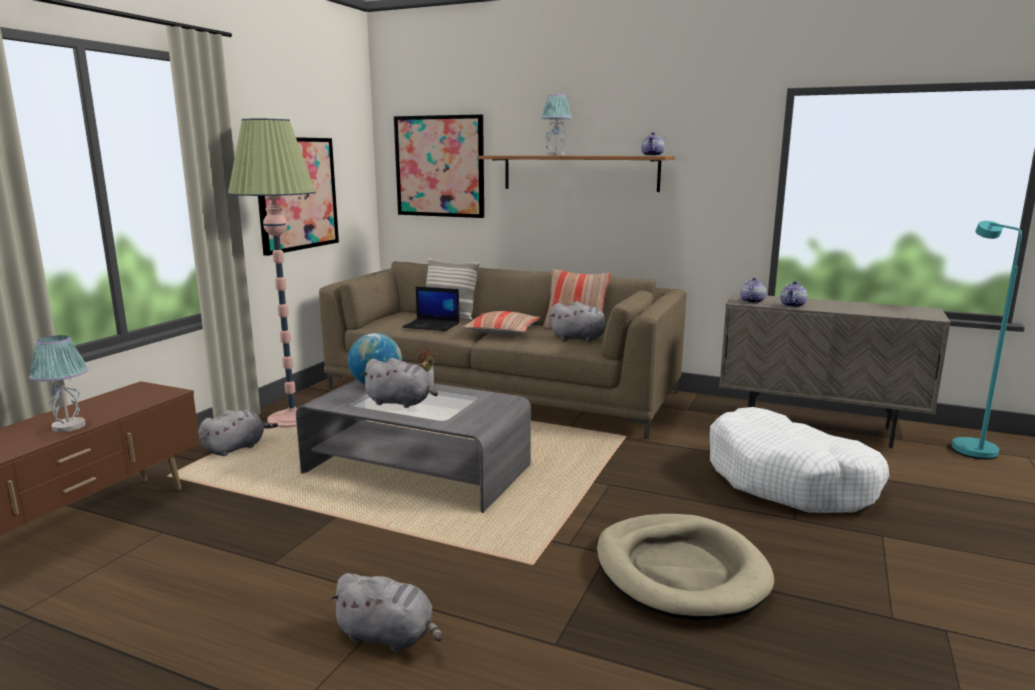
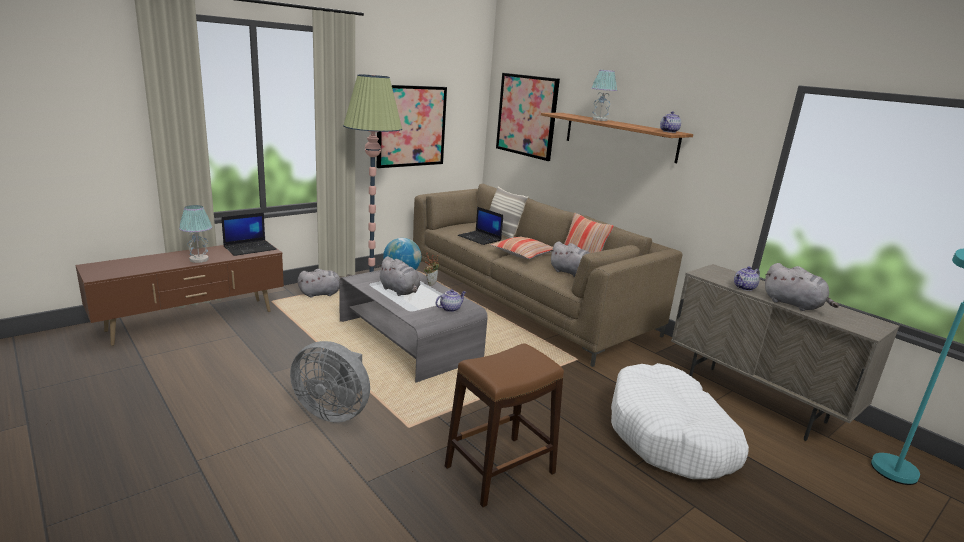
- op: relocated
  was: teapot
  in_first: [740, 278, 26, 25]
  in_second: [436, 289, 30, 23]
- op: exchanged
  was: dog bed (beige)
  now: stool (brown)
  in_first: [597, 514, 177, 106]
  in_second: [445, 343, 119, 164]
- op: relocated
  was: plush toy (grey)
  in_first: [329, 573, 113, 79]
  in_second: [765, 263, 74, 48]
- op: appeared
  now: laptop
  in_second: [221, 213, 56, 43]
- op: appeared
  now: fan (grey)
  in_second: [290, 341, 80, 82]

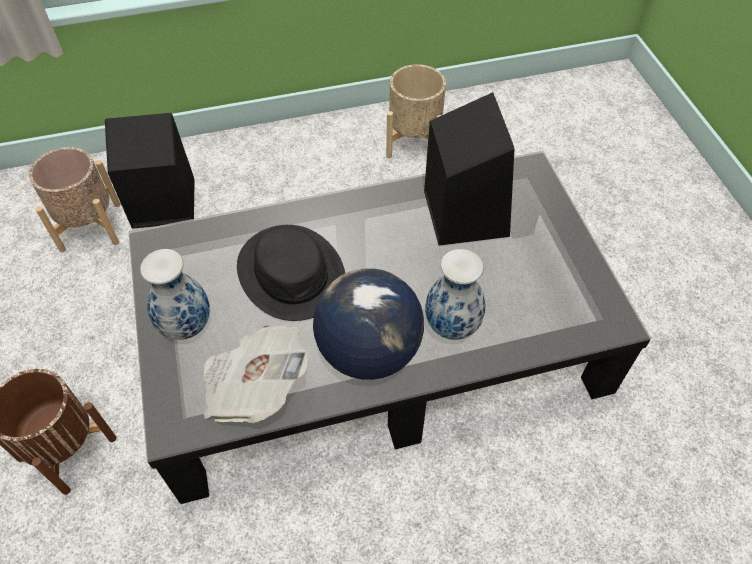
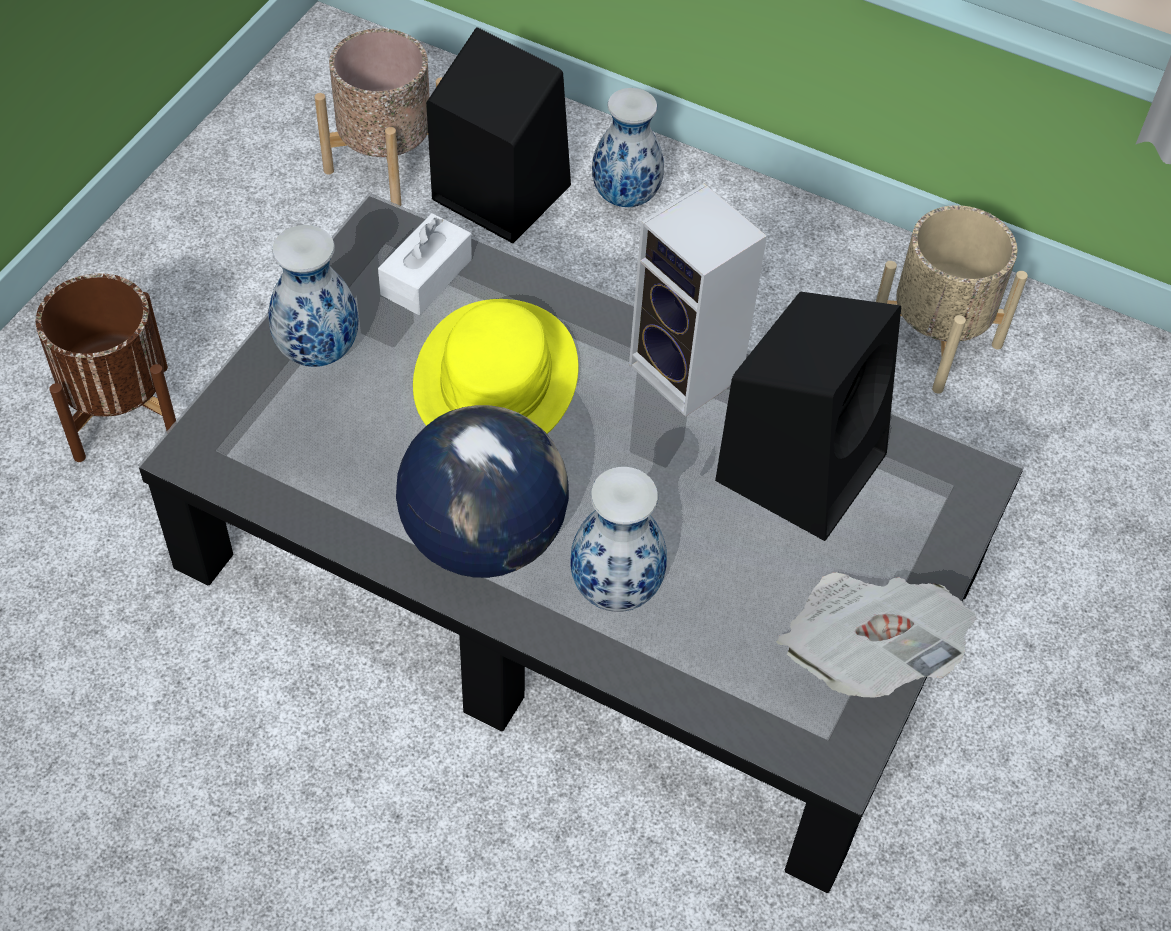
- op: colour
  was: hat (black)
  now: hat (yellow)
  in_first: [237, 225, 108, 96]
  in_second: [413, 299, 166, 135]
- op: relocated
  was: newspaper
  in_first: [204, 324, 104, 99]
  in_second: [776, 572, 201, 126]
- op: appeared
  now: vase
  in_second: [592, 88, 72, 119]
- op: appeared
  now: speaker
  in_second: [629, 184, 138, 233]
- op: appeared
  now: tissue box (white)
  in_second: [378, 213, 94, 102]

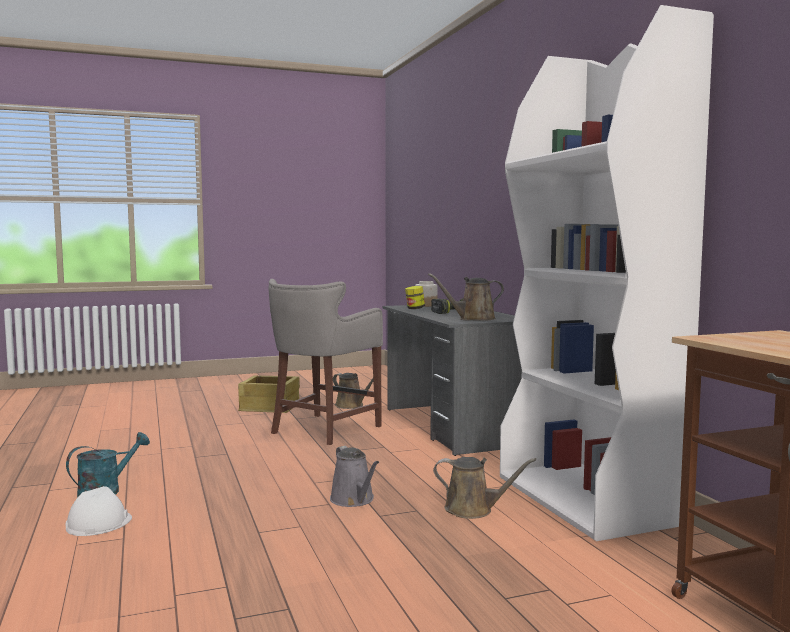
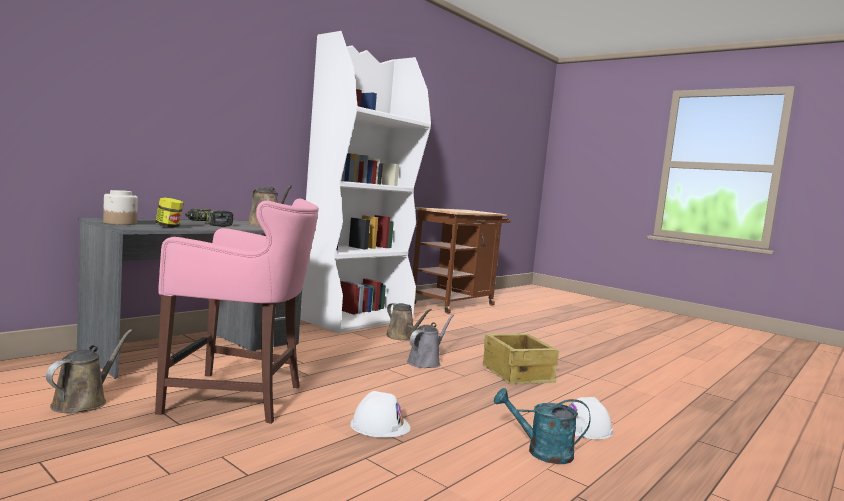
- op: colour
  was: stool (grey)
  now: stool (pink)
  in_first: [268, 279, 115, 166]
  in_second: [155, 199, 164, 225]
- op: relocated
  was: crate
  in_first: [238, 375, 62, 38]
  in_second: [483, 334, 76, 50]
- op: spun
  was: watering can (brown)
  in_first: [433, 457, 103, 62]
  in_second: [386, 303, 46, 38]
  clockwise: 150
- op: appeared
  now: hard hat (white)
  in_second: [350, 391, 61, 47]

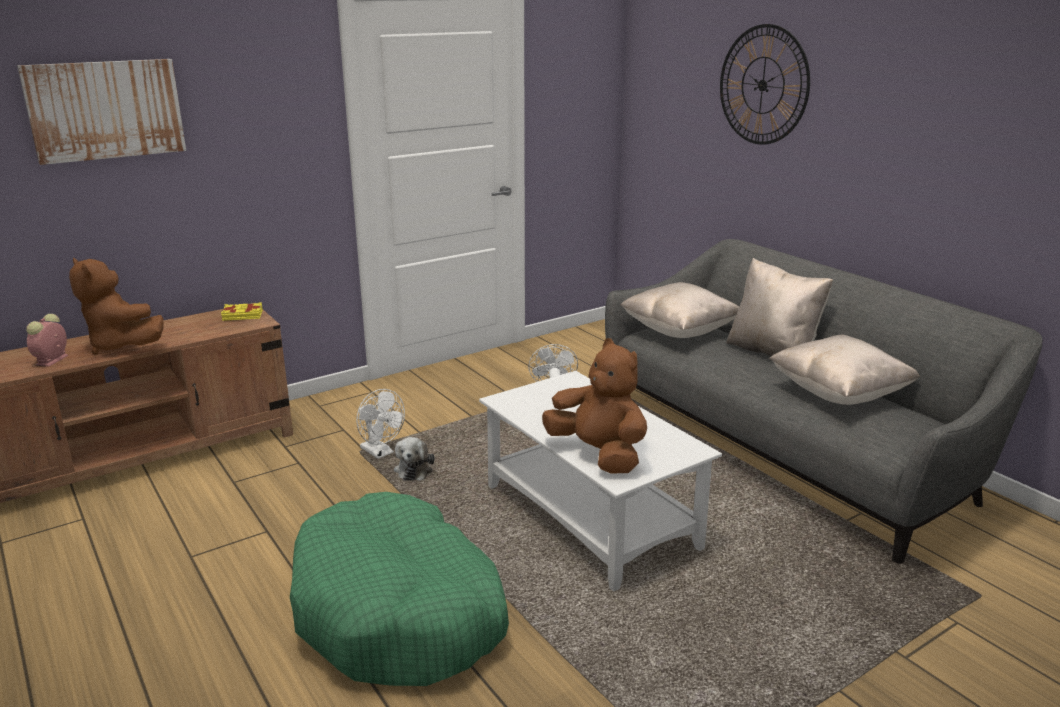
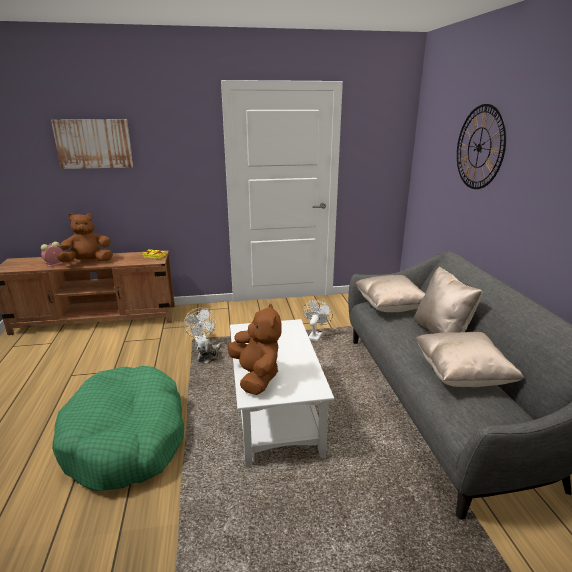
- op: spun
  was: plush toy (brown)
  in_first: [69, 258, 95, 97]
  in_second: [57, 213, 56, 49]
  clockwise: 90

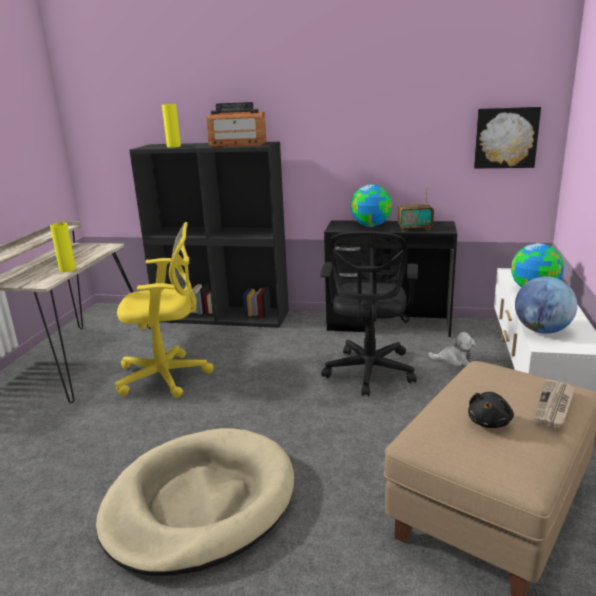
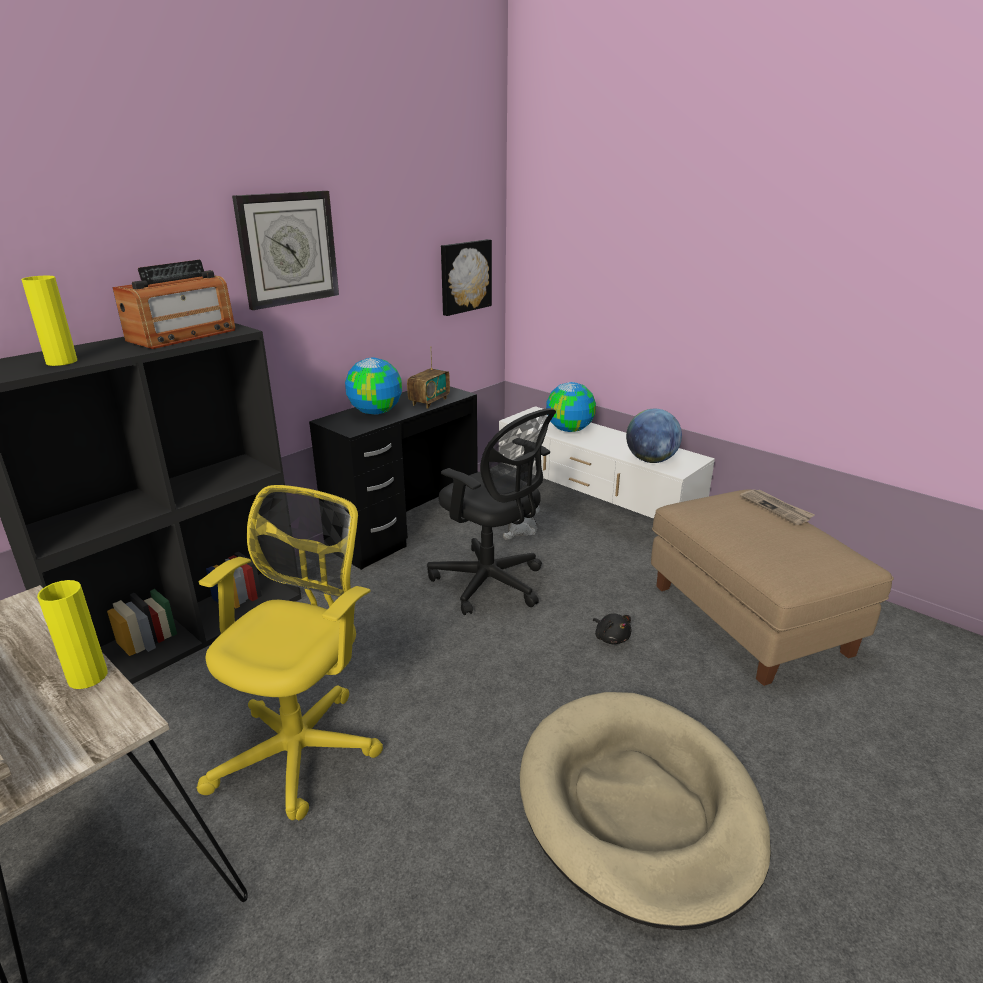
- op: relocated
  was: plush toy (black)
  in_first: [468, 392, 46, 36]
  in_second: [593, 613, 39, 31]
- op: appeared
  now: wall clock
  in_second: [232, 191, 107, 119]

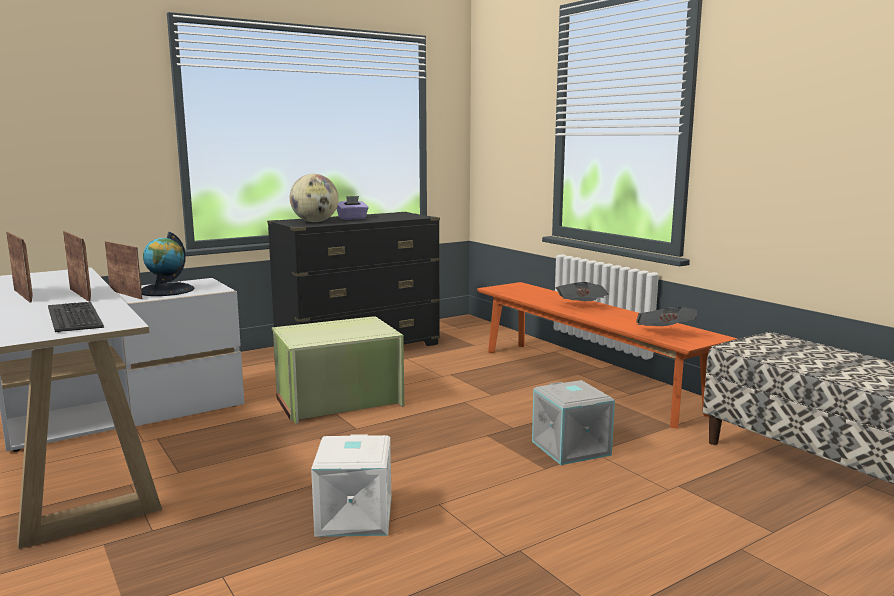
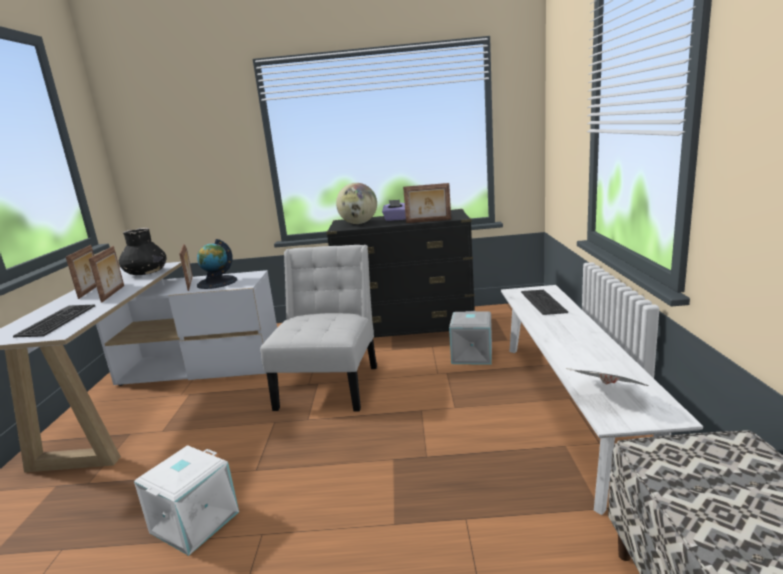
- op: colour
  was: bench (orange)
  now: bench (white)
  in_first: [477, 282, 260, 147]
  in_second: [501, 285, 202, 230]
- op: missing
  was: newspaper
  in_first: [555, 282, 54, 19]
- op: exchanged
  was: storage box (green)
  now: chair (white)
  in_first: [272, 316, 132, 108]
  in_second: [260, 245, 117, 166]
- op: relocated
  was: storage box (grey)
  in_first: [532, 380, 83, 85]
  in_second: [449, 311, 43, 54]
- op: appeared
  now: picture frame
  in_second: [403, 183, 48, 40]
- op: appeared
  now: vase (black)
  in_second: [119, 228, 48, 47]
- op: appeared
  now: keyboard
  in_second: [521, 290, 47, 25]

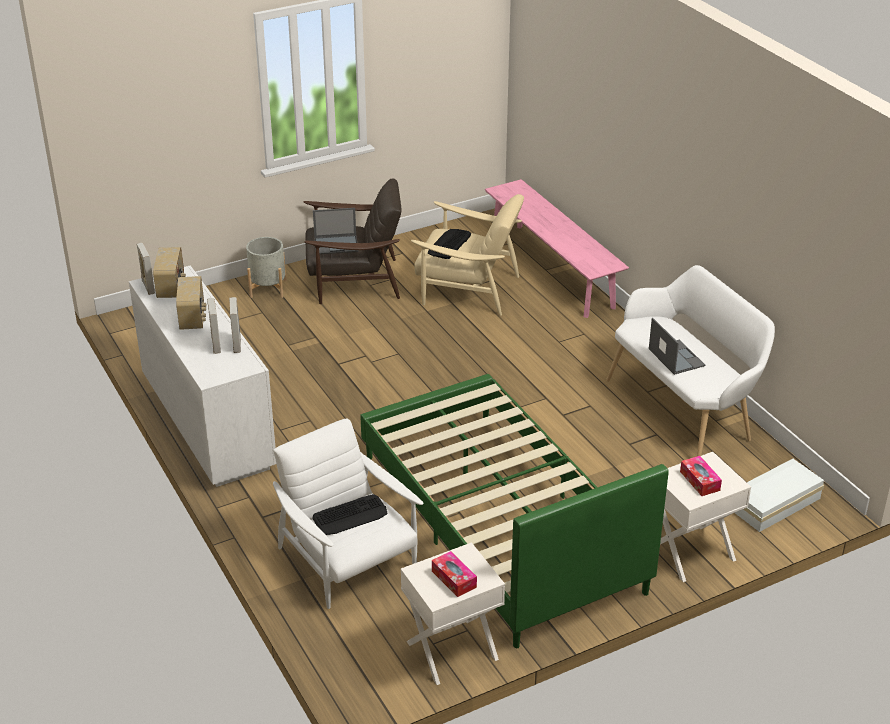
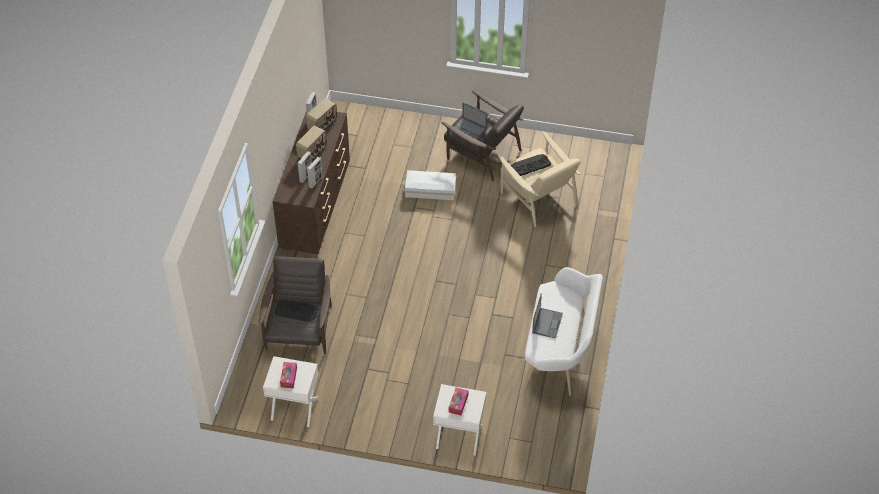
- op: missing
  was: bench (pink)
  in_first: [485, 179, 144, 139]
- op: missing
  was: planter (grey)
  in_first: [246, 237, 40, 61]
- op: colour
  was: dresser (white)
  now: dresser (brown)
  in_first: [129, 265, 147, 222]
  in_second: [273, 110, 77, 144]
- op: missing
  was: bed (green)
  in_first: [360, 374, 309, 274]
- op: colour
  was: armchair (white)
  now: armchair (brown)
  in_first: [273, 418, 151, 191]
  in_second: [259, 256, 73, 98]
- op: relocated
  was: storage box (white)
  in_first: [735, 459, 89, 73]
  in_second: [405, 170, 51, 30]

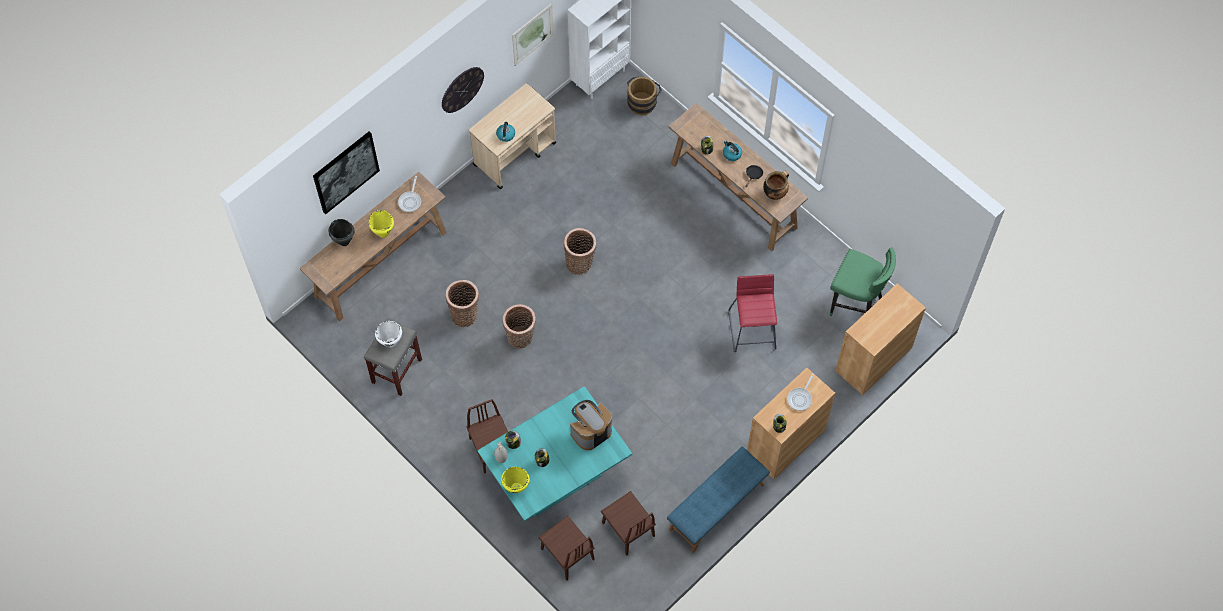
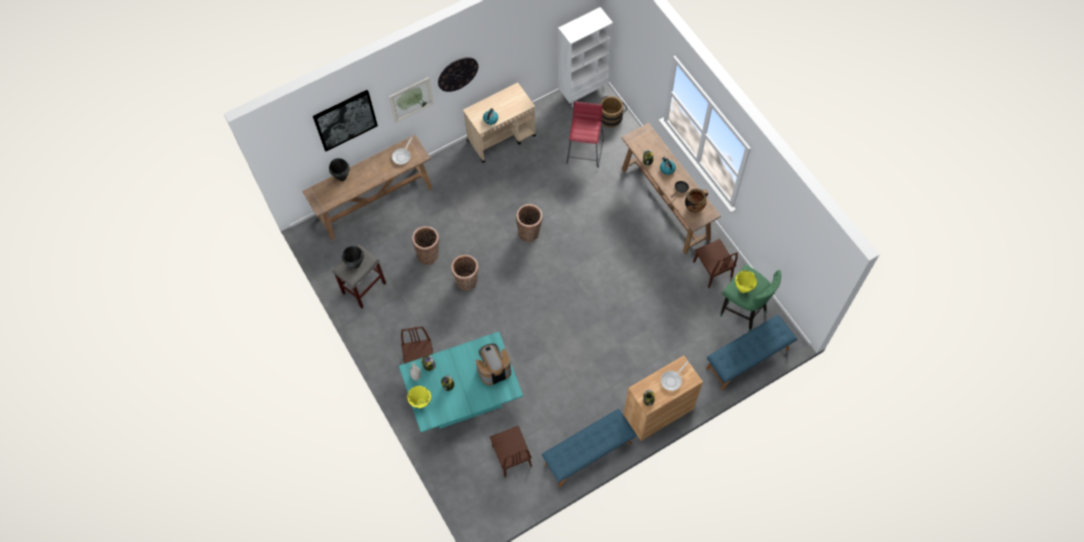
- op: relocated
  was: picture
  in_first: [512, 3, 42, 63]
  in_second: [389, 77, 45, 46]
- op: relocated
  was: cooking pot (yellow)
  in_first: [369, 210, 25, 28]
  in_second: [735, 270, 22, 23]
- op: relocated
  was: stool (red)
  in_first: [728, 274, 49, 78]
  in_second: [566, 101, 38, 67]
- op: exchanged
  was: cabinet (brown)
  now: bench (blue)
  in_first: [835, 283, 91, 112]
  in_second: [706, 315, 91, 75]
- op: colour
  was: cooking pot (white)
  now: cooking pot (black)
  in_first: [375, 321, 27, 27]
  in_second: [342, 246, 22, 22]
- op: relocated
  was: chair (brown)
  in_first: [539, 516, 56, 64]
  in_second: [693, 239, 45, 49]

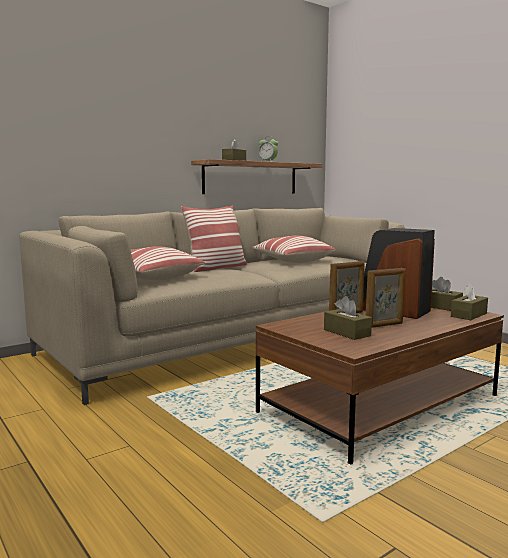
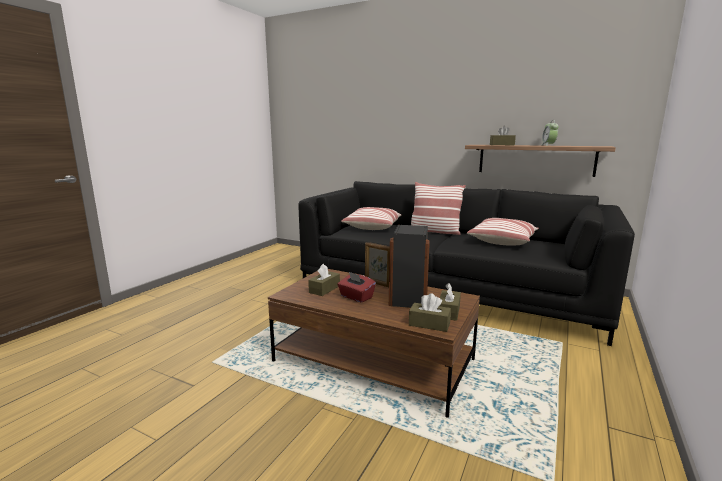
- op: colour
  was: sofa (beige)
  now: sofa (black)
  in_first: [19, 208, 386, 197]
  in_second: [298, 181, 337, 165]
- op: exchanged
  was: picture frame
  now: tissue box (red)
  in_first: [366, 268, 39, 60]
  in_second: [337, 272, 39, 31]

